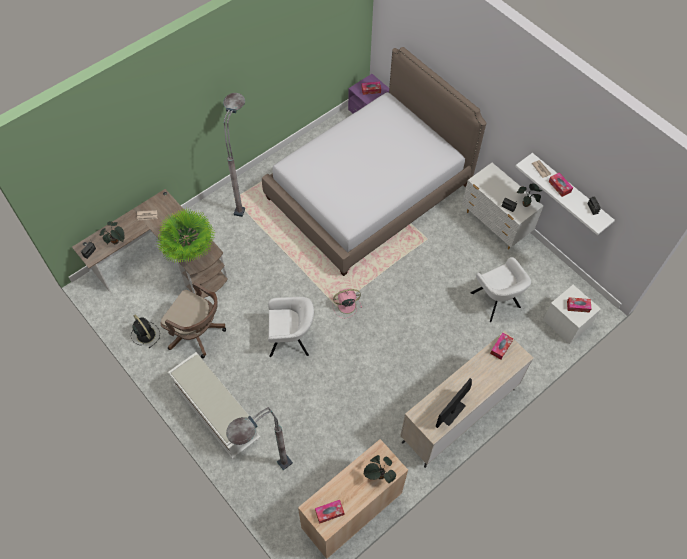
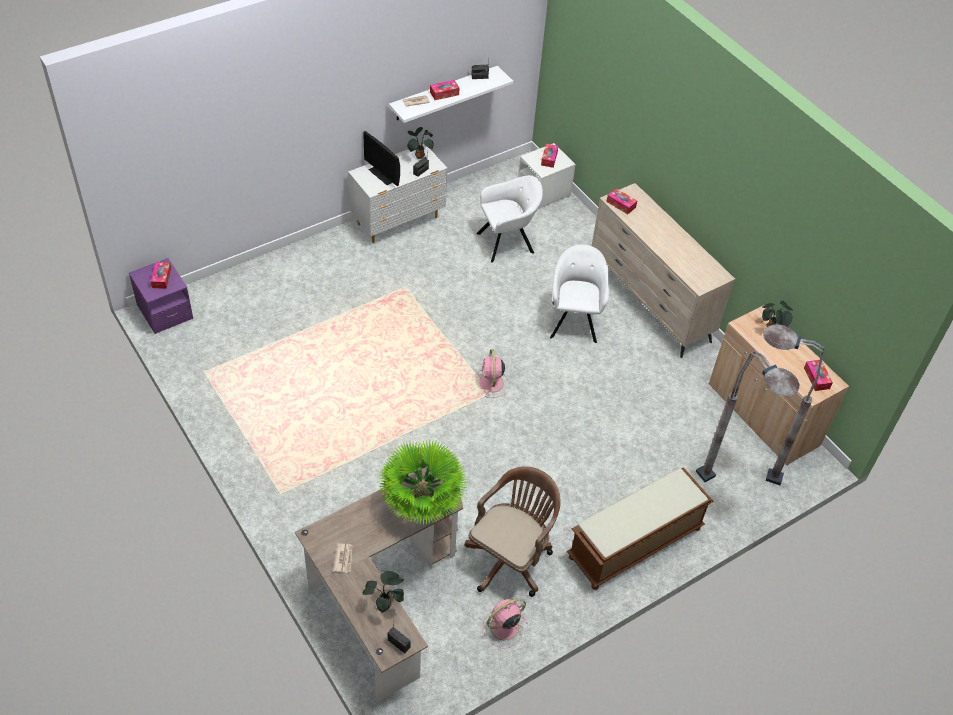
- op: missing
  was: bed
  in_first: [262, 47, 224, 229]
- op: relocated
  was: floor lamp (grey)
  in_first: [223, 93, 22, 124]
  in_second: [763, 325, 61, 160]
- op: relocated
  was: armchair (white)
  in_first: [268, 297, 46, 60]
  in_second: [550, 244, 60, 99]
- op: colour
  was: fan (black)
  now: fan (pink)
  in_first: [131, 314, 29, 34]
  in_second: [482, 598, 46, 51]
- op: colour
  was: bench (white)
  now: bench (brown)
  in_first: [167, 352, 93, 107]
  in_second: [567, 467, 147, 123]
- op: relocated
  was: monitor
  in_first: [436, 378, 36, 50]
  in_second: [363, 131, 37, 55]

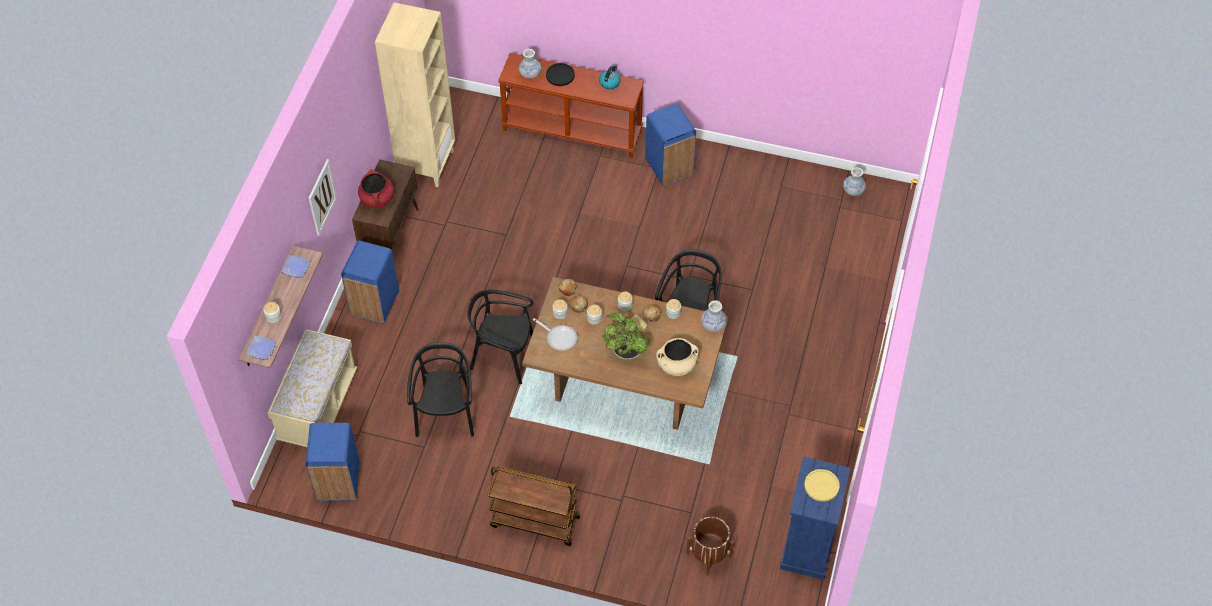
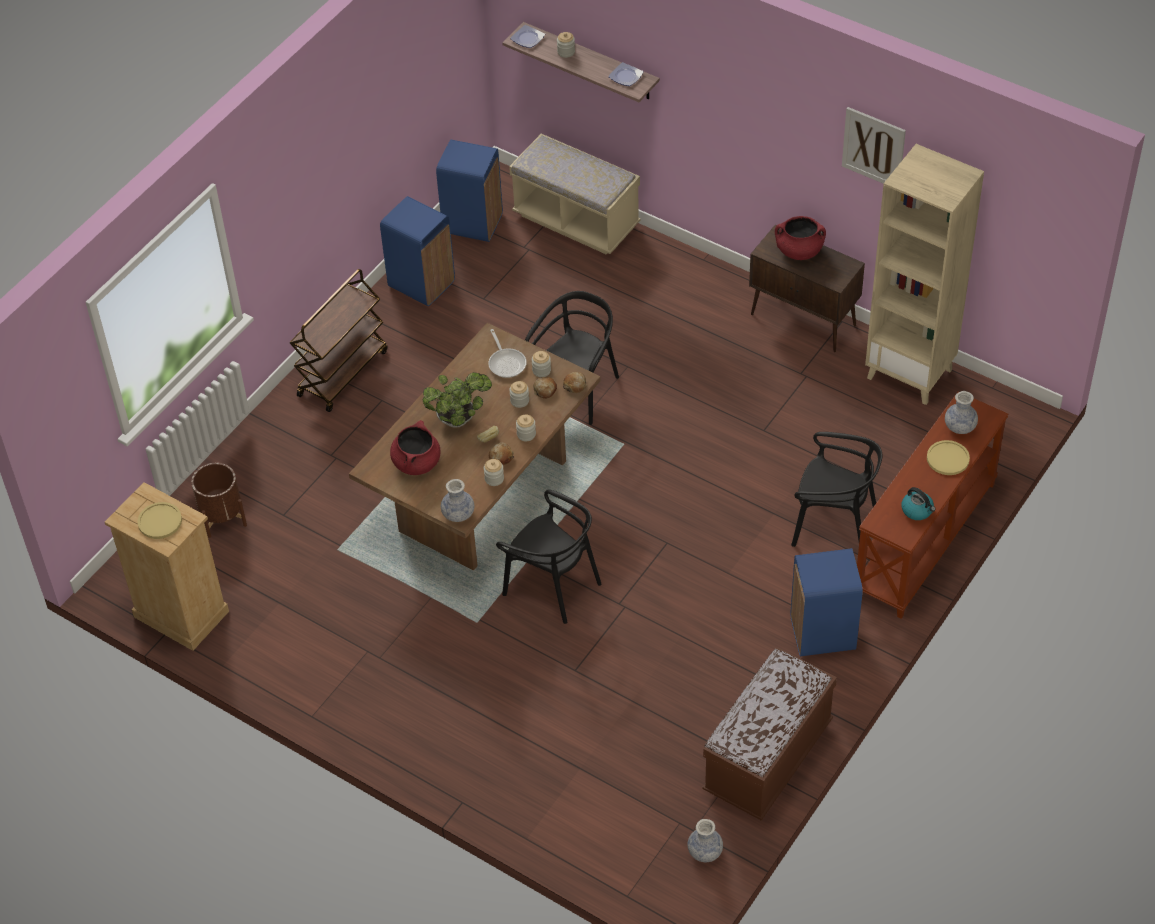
- op: colour
  was: plate (black)
  now: plate (yellow)
  in_first: [546, 63, 29, 23]
  in_second: [927, 440, 43, 35]
- op: relocated
  was: picture
  in_first: [309, 159, 28, 77]
  in_second: [842, 107, 64, 77]
- op: relocated
  was: trash can (blue)
  in_first: [341, 241, 58, 82]
  in_second: [380, 196, 75, 110]
- op: spun
  was: frying pan
  in_first: [533, 318, 44, 33]
  in_second: [488, 329, 39, 49]
  clockwise: -75
- op: colour
  was: cooking pot (beige)
  now: cooking pot (red)
  in_first: [656, 338, 43, 38]
  in_second: [390, 420, 50, 55]
- op: relocated
  was: chair (black)
  in_first: [407, 342, 67, 95]
  in_second: [791, 432, 92, 115]
- op: colour
  was: dresser (blue)
  now: dresser (beige)
  in_first: [780, 456, 70, 124]
  in_second: [105, 482, 124, 169]
- op: appeared
  now: bench (brown)
  in_second: [702, 647, 135, 174]

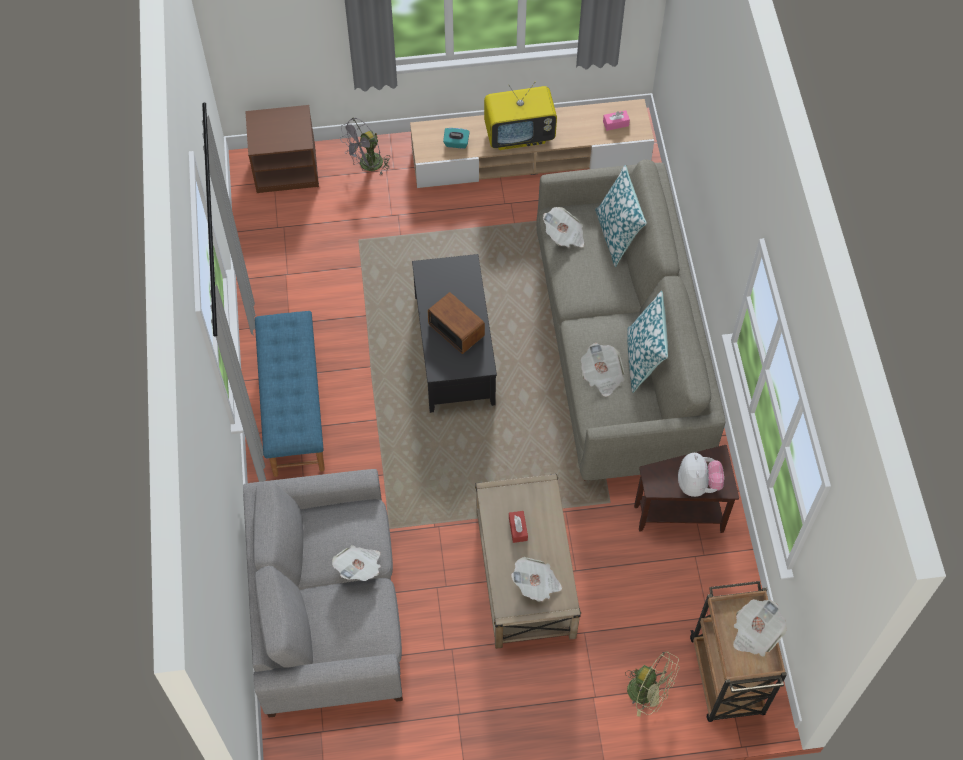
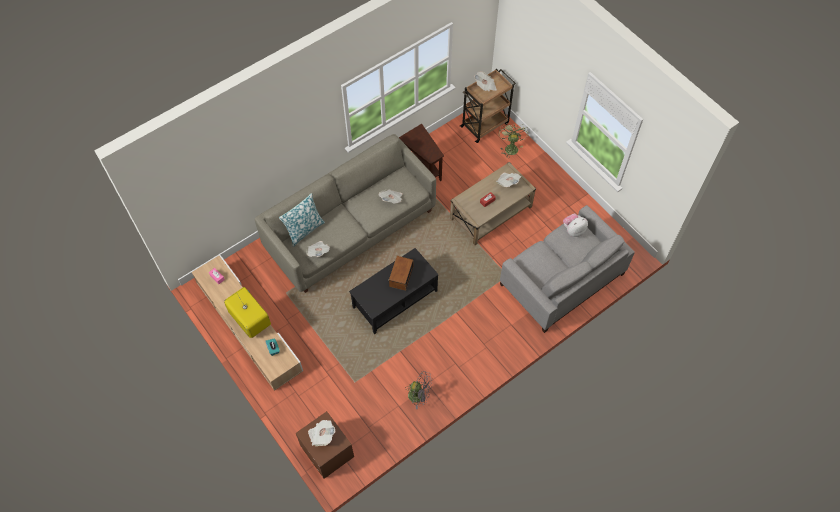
- op: relocated
  was: fan (grey)
  in_first: [340, 117, 49, 59]
  in_second: [405, 371, 27, 38]
- op: missing
  was: pillow
  in_first: [627, 291, 41, 102]
- op: missing
  was: bench (blue)
  in_first: [255, 311, 70, 166]
- op: relocated
  was: plush toy
  in_first: [678, 453, 46, 44]
  in_second: [563, 214, 25, 23]
- op: relocated
  was: newspaper
  in_first: [332, 545, 49, 36]
  in_second: [308, 420, 27, 26]

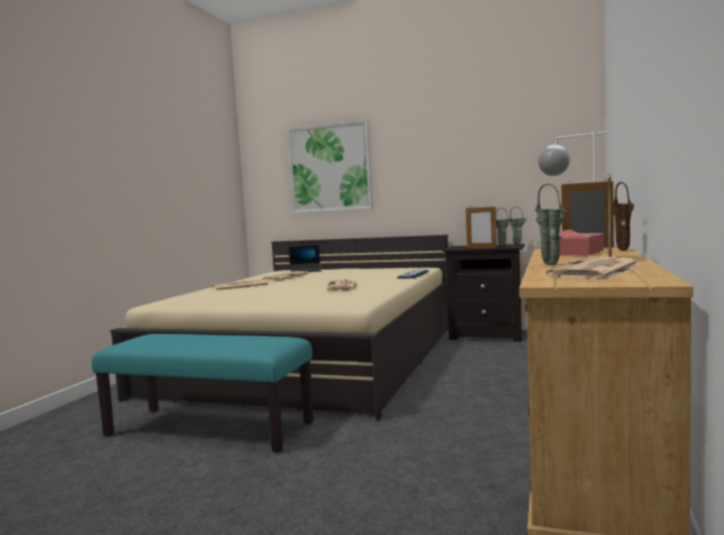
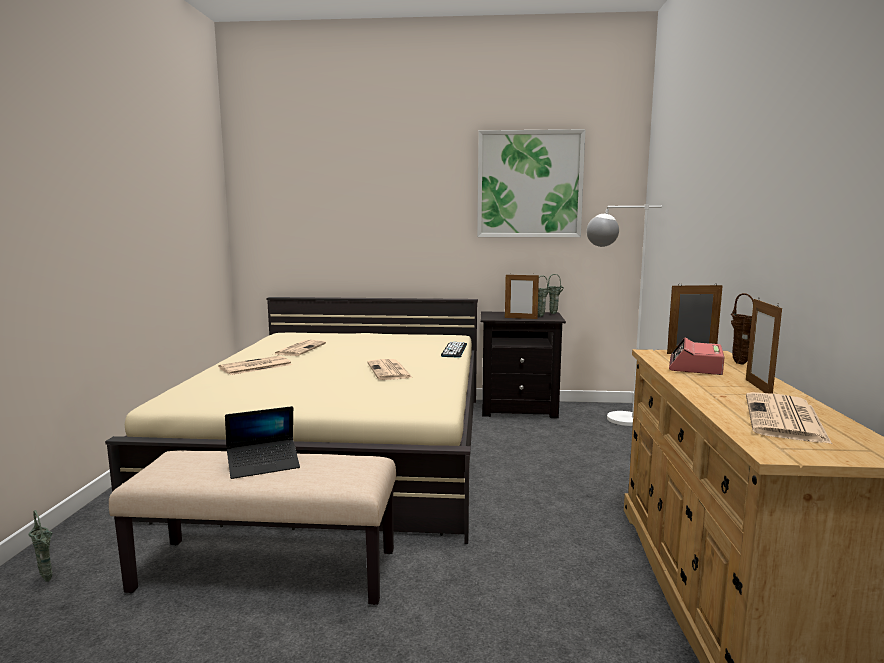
- op: relocated
  was: picture
  in_first: [287, 120, 86, 94]
  in_second: [477, 129, 109, 108]
- op: relocated
  was: vase (green)
  in_first: [534, 183, 33, 82]
  in_second: [28, 510, 25, 72]
- op: relocated
  was: laptop
  in_first: [289, 245, 32, 27]
  in_second: [225, 406, 75, 73]
- op: colour
  was: bench (turquoise)
  now: bench (beige)
  in_first: [92, 334, 221, 119]
  in_second: [109, 450, 287, 155]

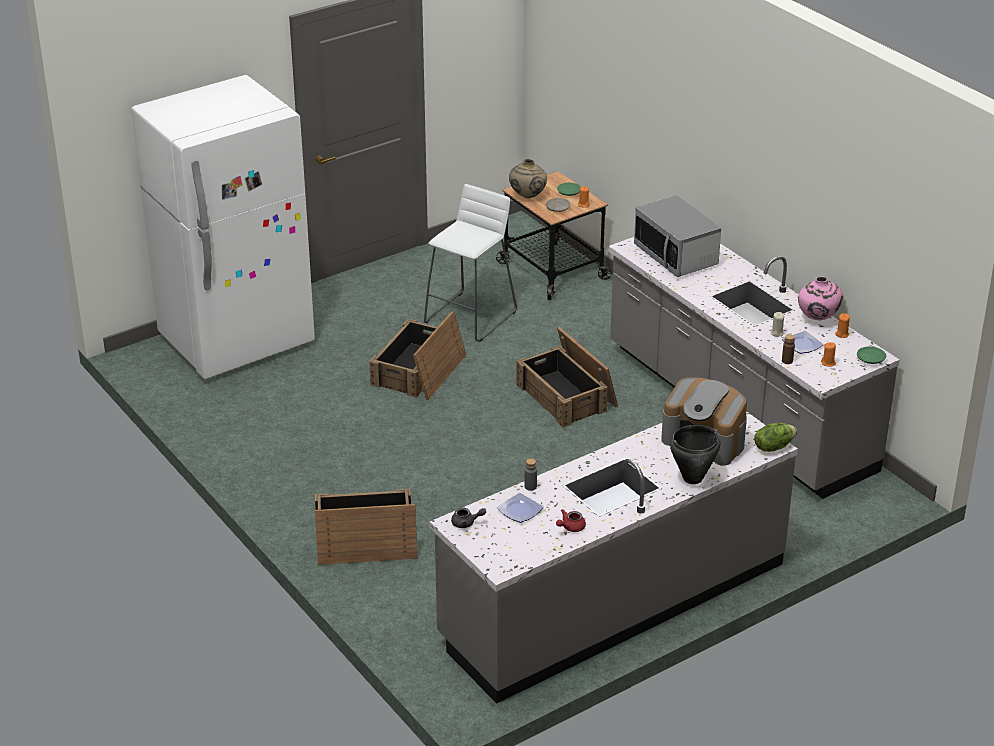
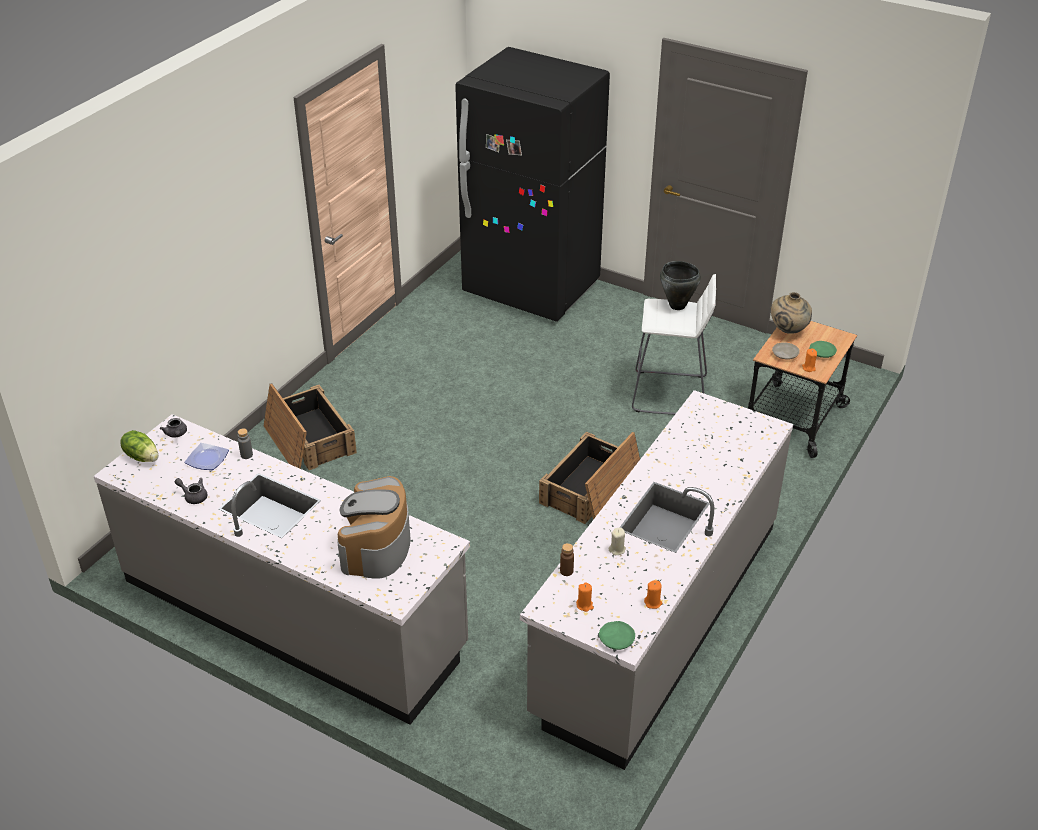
- op: colour
  was: fridge (white)
  now: fridge (black)
  in_first: [131, 75, 184, 304]
  in_second: [455, 47, 155, 275]
- op: missing
  was: microwave
  in_first: [634, 195, 87, 82]
- op: missing
  was: vase (pink)
  in_first: [798, 277, 45, 43]
- op: missing
  was: crate
  in_first: [369, 311, 97, 89]
- op: missing
  was: plate
  in_first: [782, 331, 42, 23]
- op: relocated
  was: lettuce
  in_first: [754, 423, 43, 29]
  in_second: [120, 430, 38, 32]
- op: relocated
  was: cooking pot (black)
  in_first: [670, 425, 50, 59]
  in_second: [660, 261, 41, 49]
- op: colour
  was: teapot (red)
  now: teapot (grey)
  in_first: [556, 509, 30, 23]
  in_second: [175, 478, 32, 26]

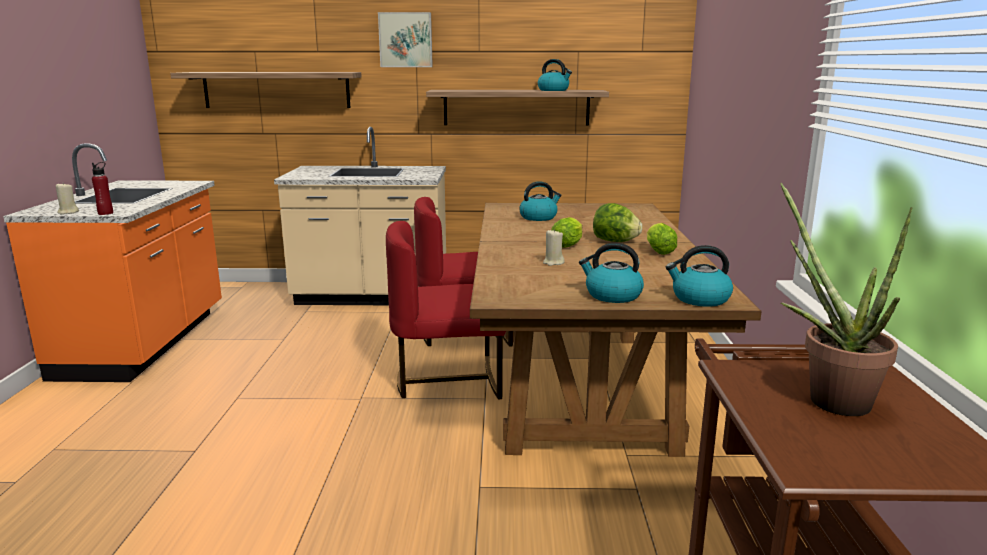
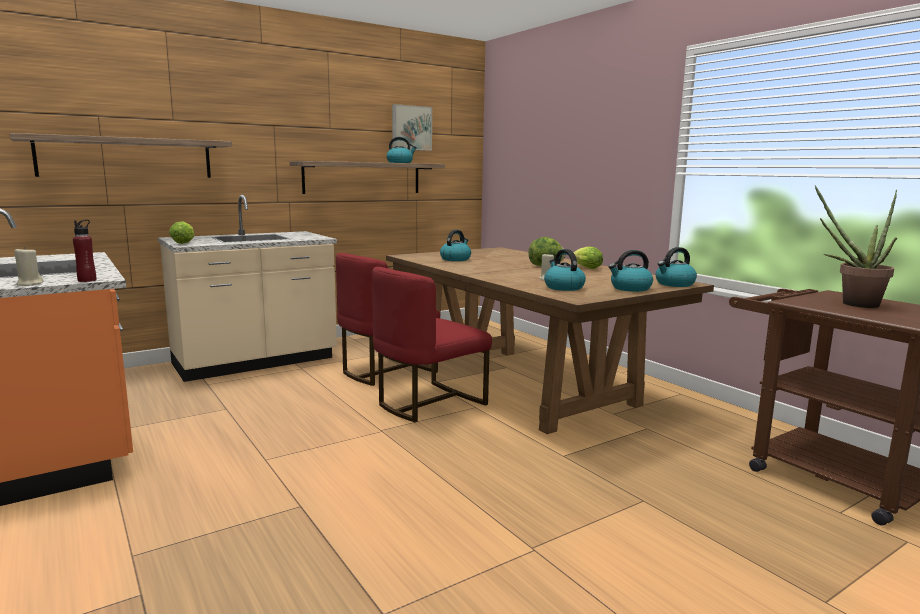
- op: relocated
  was: picture
  in_first: [378, 12, 55, 55]
  in_second: [392, 104, 40, 47]
- op: relocated
  was: lettuce
  in_first: [551, 217, 31, 31]
  in_second: [169, 221, 25, 23]
- op: appeared
  now: kettle
  in_second: [544, 249, 42, 42]

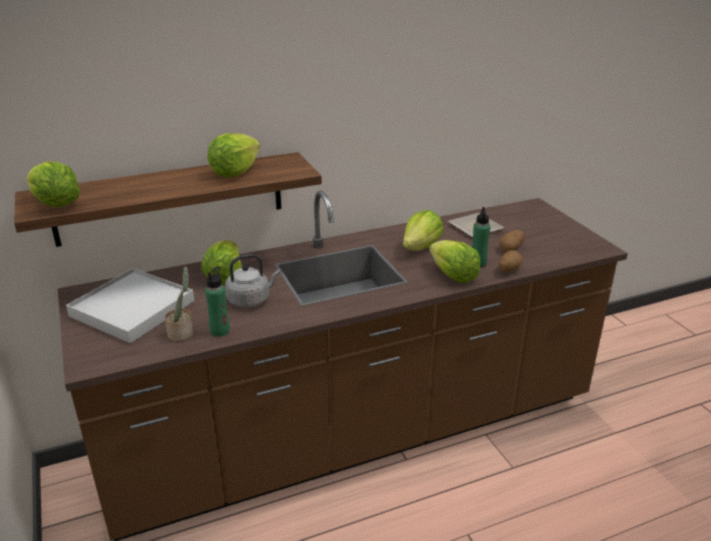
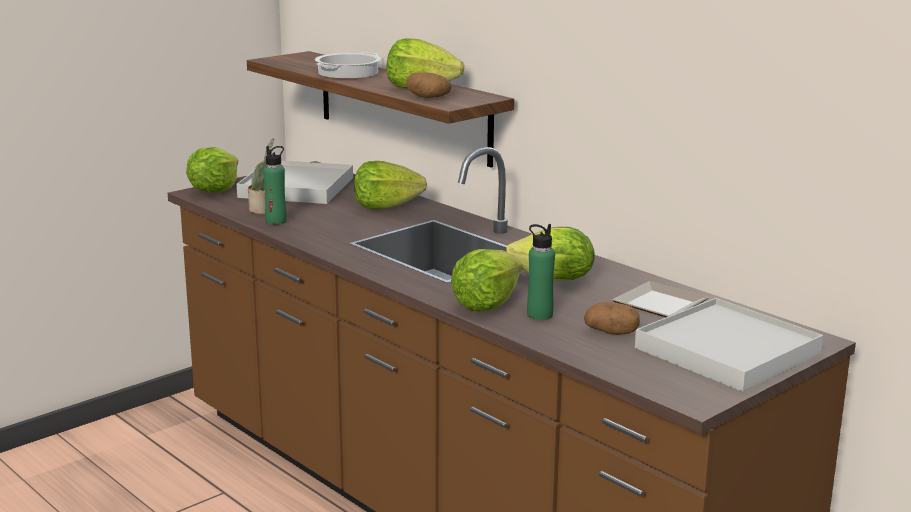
- op: relocated
  was: lettuce
  in_first: [27, 161, 53, 46]
  in_second: [186, 147, 52, 45]
- op: relocated
  was: potato
  in_first: [498, 250, 25, 23]
  in_second: [407, 72, 44, 26]
- op: missing
  was: kettle (grey)
  in_first: [225, 254, 55, 54]
- op: appeared
  now: cooking pot
  in_second: [315, 52, 66, 27]
- op: appeared
  now: tray (white)
  in_second: [635, 298, 188, 94]

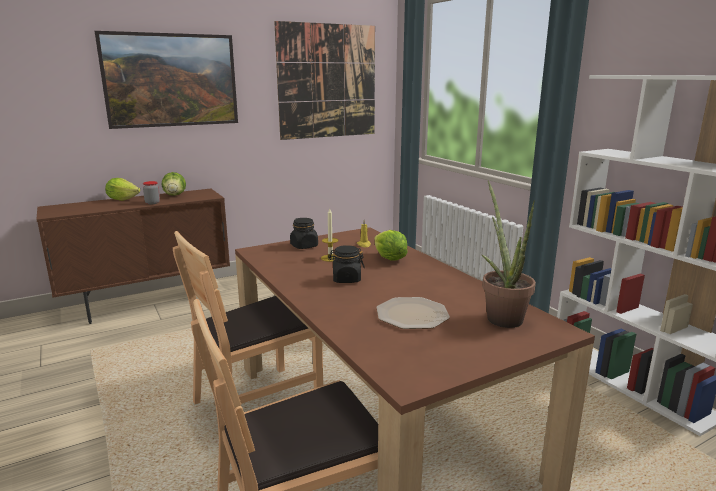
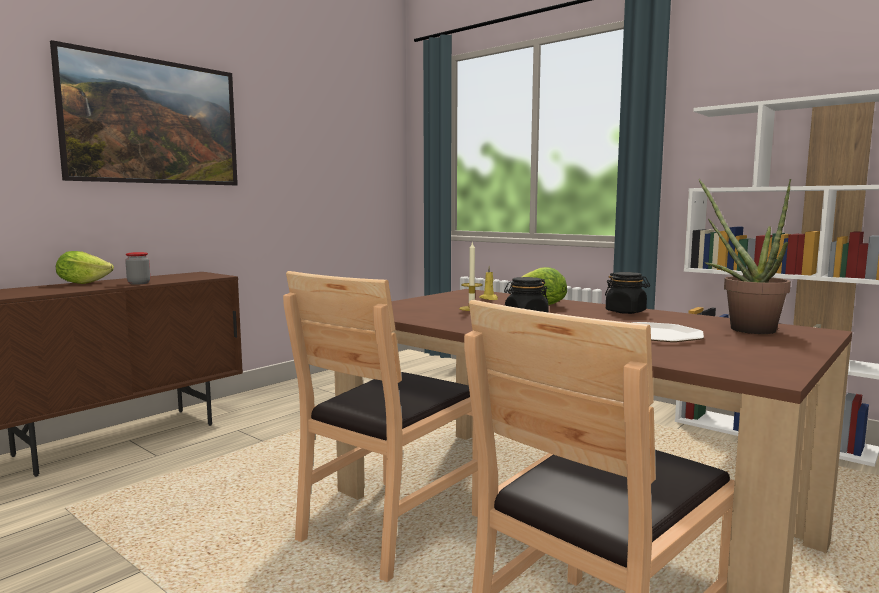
- op: missing
  was: picture
  in_first: [274, 21, 101, 119]
- op: missing
  was: lettuce
  in_first: [162, 172, 24, 24]
- op: relocated
  was: jar (black)
  in_first: [290, 218, 28, 31]
  in_second: [605, 272, 45, 42]

